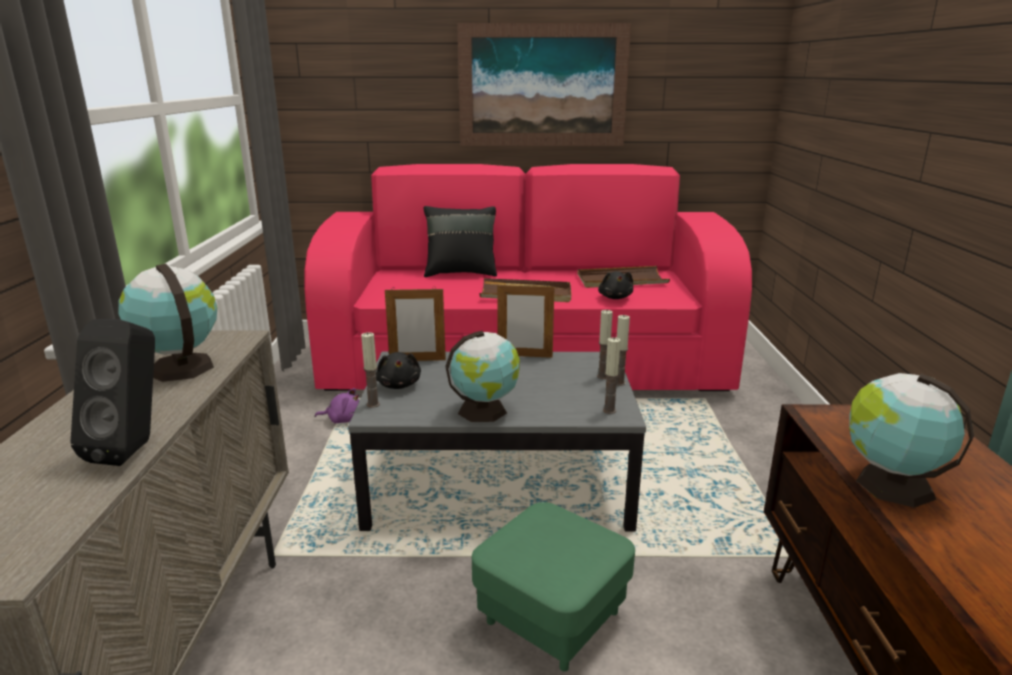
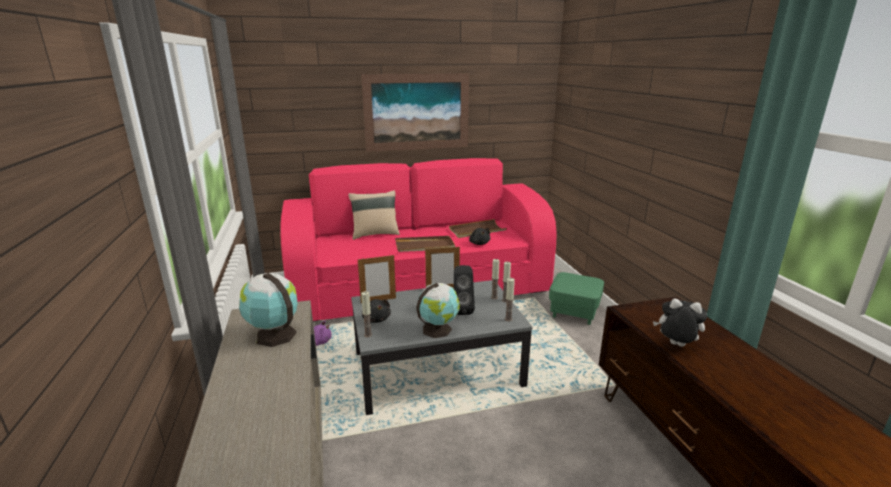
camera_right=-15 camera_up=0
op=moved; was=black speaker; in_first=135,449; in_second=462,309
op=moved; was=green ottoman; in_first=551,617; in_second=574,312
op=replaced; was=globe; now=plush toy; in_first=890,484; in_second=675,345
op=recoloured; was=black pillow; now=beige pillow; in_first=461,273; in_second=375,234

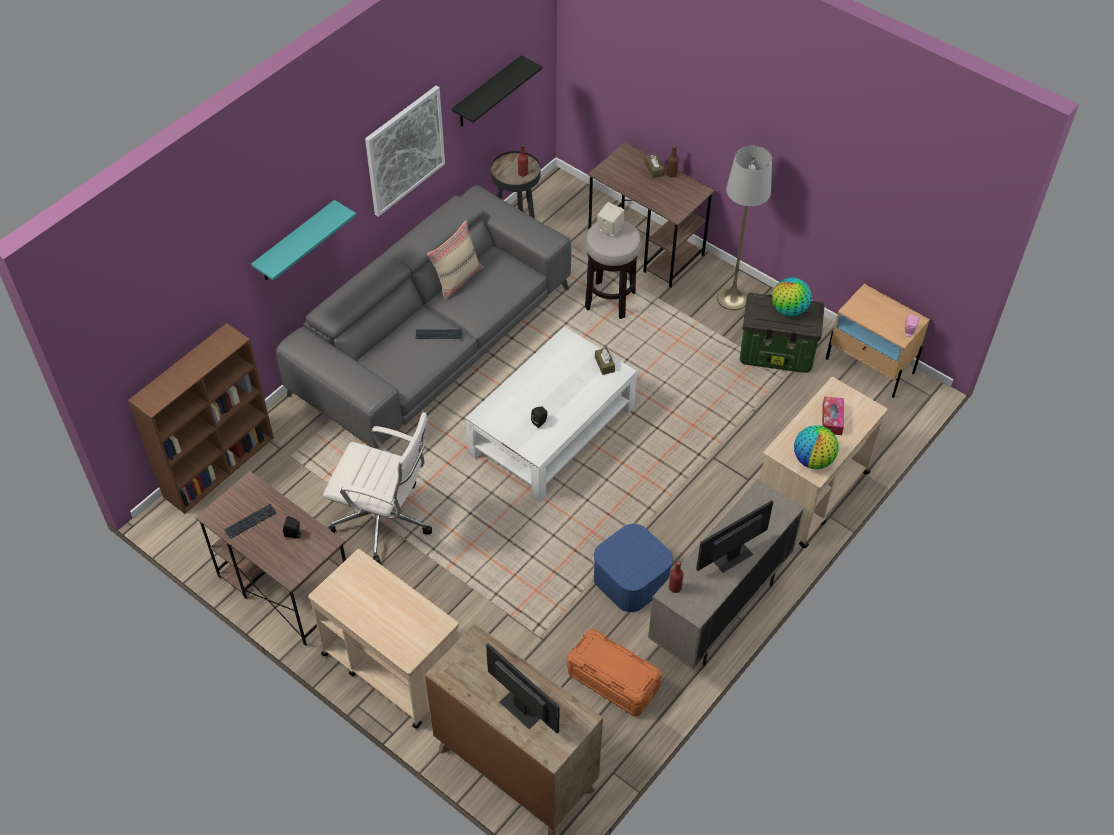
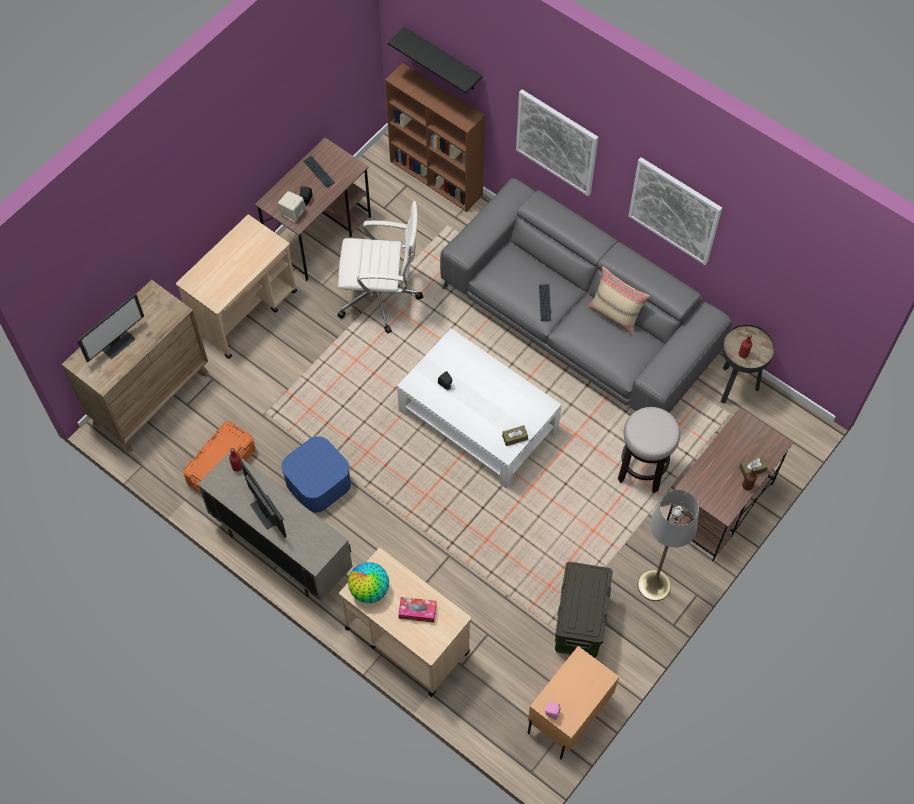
camera_right=90 camera_up=10
op=removed; was=globe; in_first=789,310
op=moved; was=black shelf; in_first=487,93; in_second=443,60
op=moved; was=beige speaker; in_first=609,229; in_second=293,213
op=replaced; was=turquoise shelf; now=picture; in_first=295,242; in_second=557,142
op=turned; was=white office chair; in_first=384,521; in_second=381,296; clockwise=-105

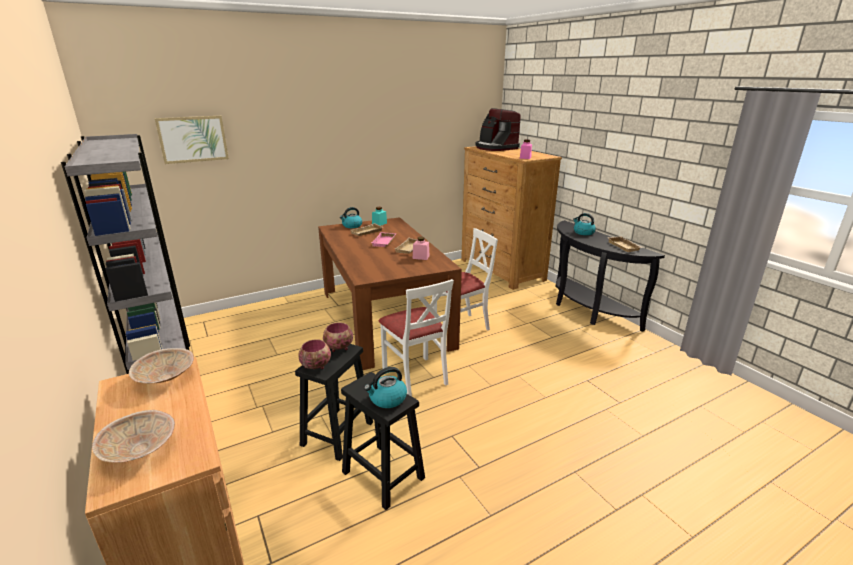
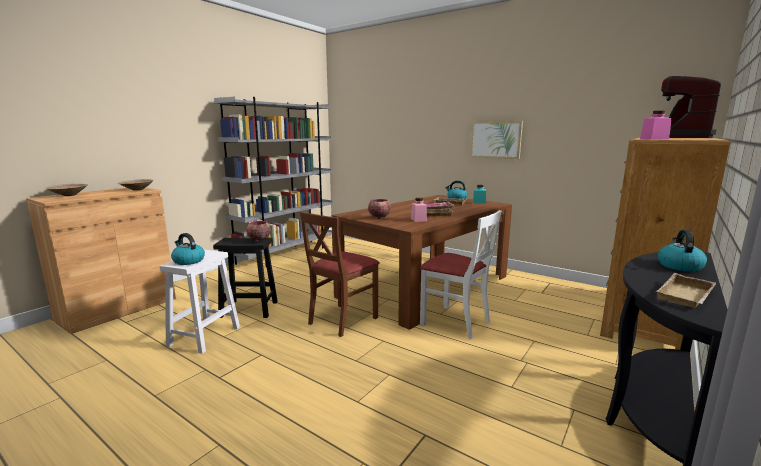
camera_right=65 camera_up=-10
op=moved; was=picture; in_first=193,139; in_second=495,139
op=moved; was=bowl; in_first=315,366; in_second=379,217
op=recoloured; was=black stool; now=white stool; in_first=382,474; in_second=205,335
op=recoloured; was=white chair; now=brown chair; in_first=416,376; in_second=342,320

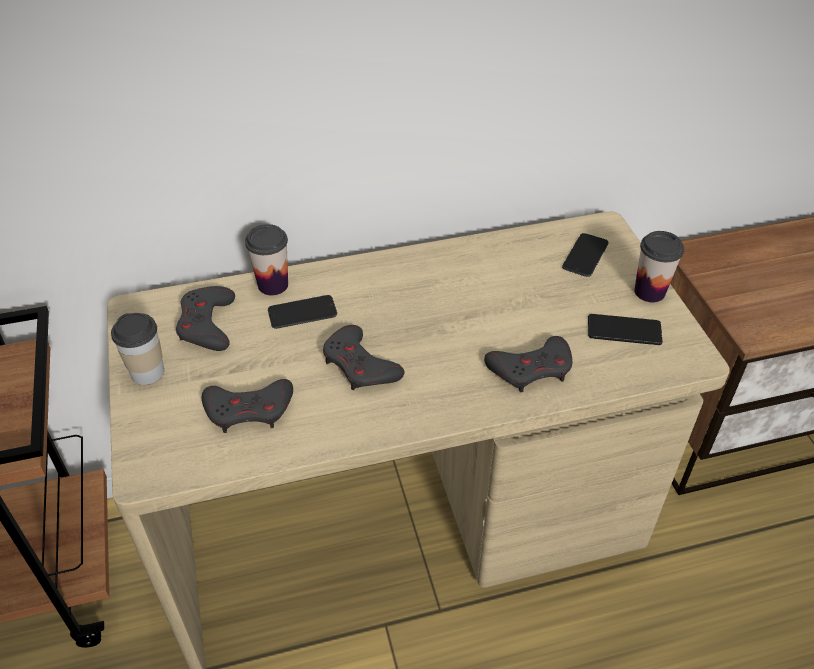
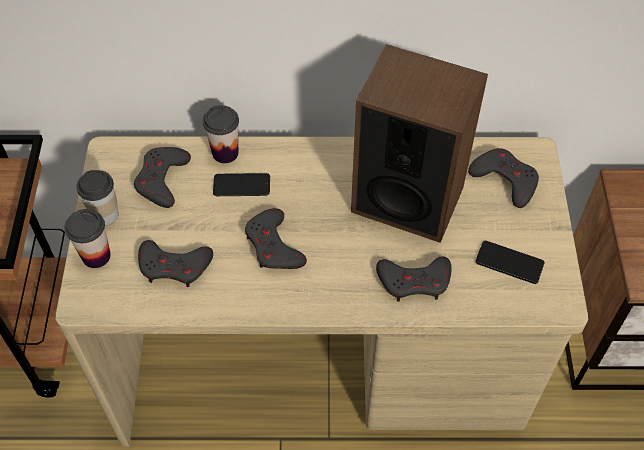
camera_right=15 camera_up=10
op=added; now=speaker; in_second=407,199
op=moved; was=cup; in_first=649,292; in_second=96,256
op=replaced; was=phone; now=grey game controller; in_first=585,255; in_second=505,180

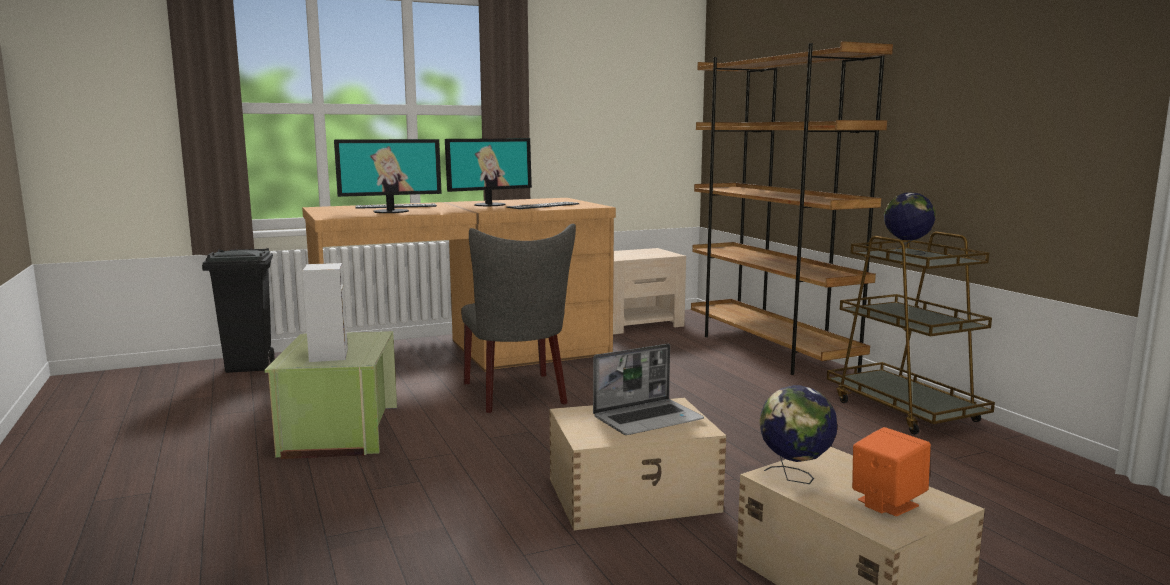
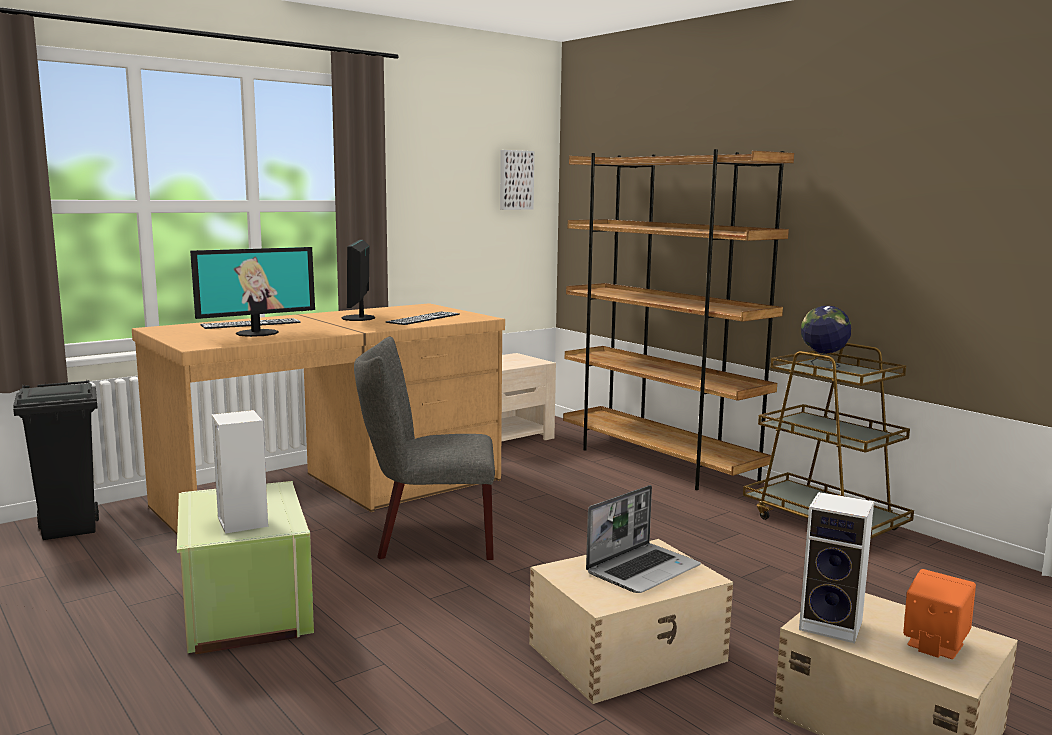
camera_right=-15 camera_up=0
op=added; now=picture; in_second=515,180
op=replaced; was=globe; now=speaker; in_first=795,477; in_second=833,626
op=turned; was=monitor; in_first=489,204; in_second=359,318; clockwise=135
op=turned; was=grey chair; in_first=518,395; in_second=428,540; clockwise=120

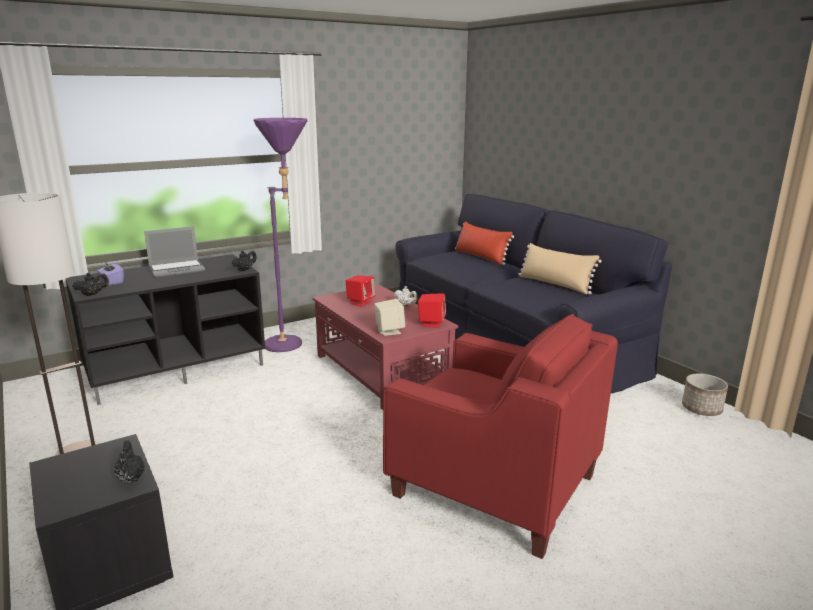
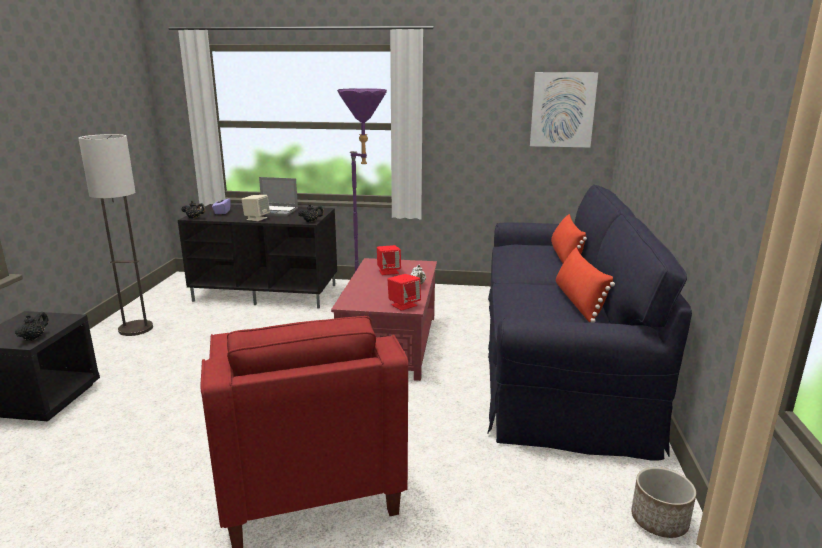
camera_right=40 camera_up=0
op=added; now=picture; in_second=562,110
op=moved; was=beige speaker; in_first=389,331; in_second=256,218
op=recoloured; was=beige pillow; now=red pillow; in_first=555,284; in_second=578,302

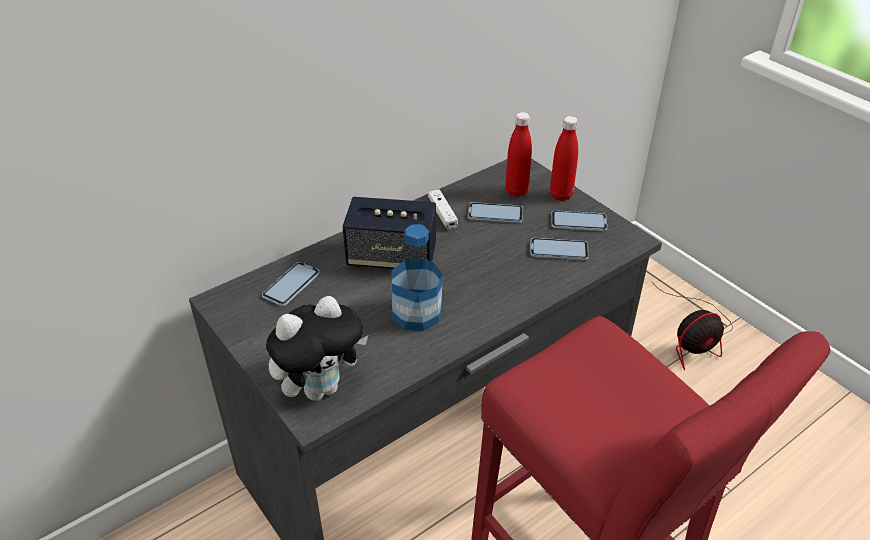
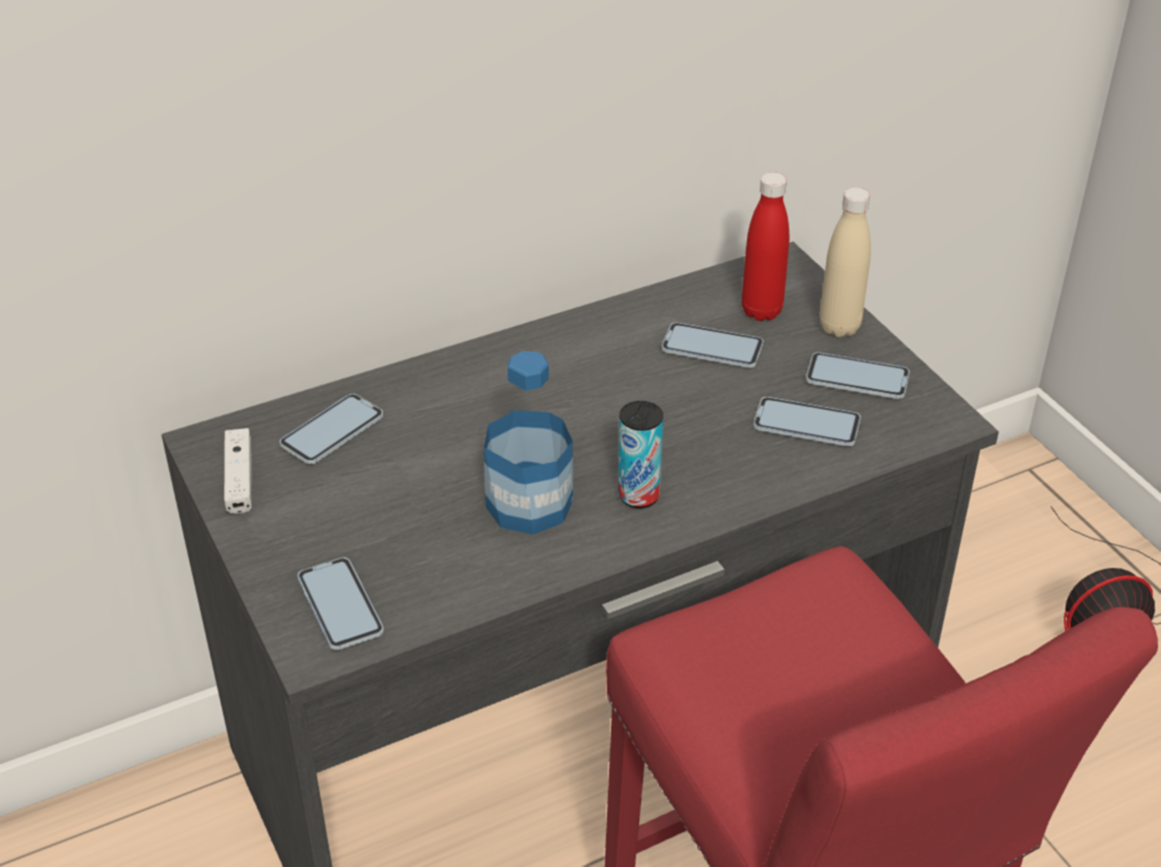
camera_right=10 camera_up=0
op=removed; was=speaker; in_first=392,257
op=added; now=can; in_second=638,496
op=moved; was=white game controller; in_first=442,214; in_second=239,479
op=replaced; was=plush toy; now=phone; in_first=321,387; in_second=340,605
op=recoloured; was=red bottle; now=beige bottle; in_first=561,195; in_second=839,327

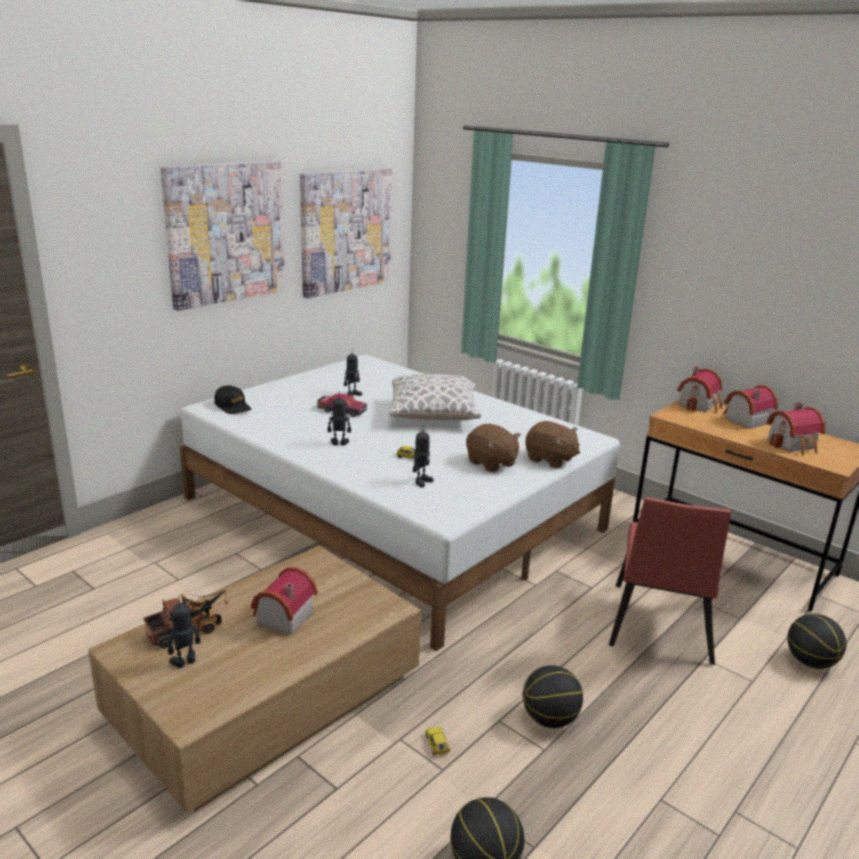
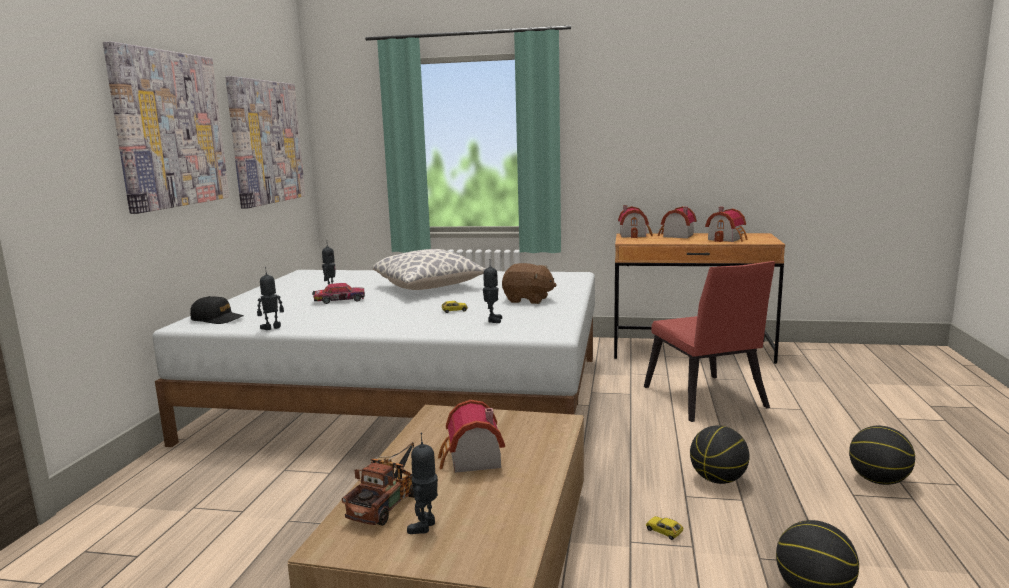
camera_right=-30 camera_up=-10
op=removed; was=brown plush toy; in_first=550,459
op=moved; was=toy robot; in_first=339,444; in_second=272,328
op=moved; was=basketball; in_first=810,662; in_second=878,481

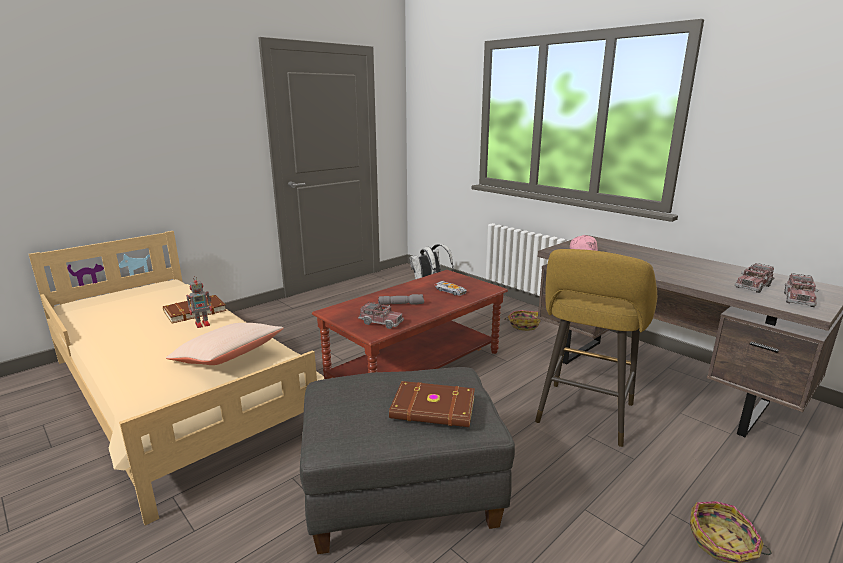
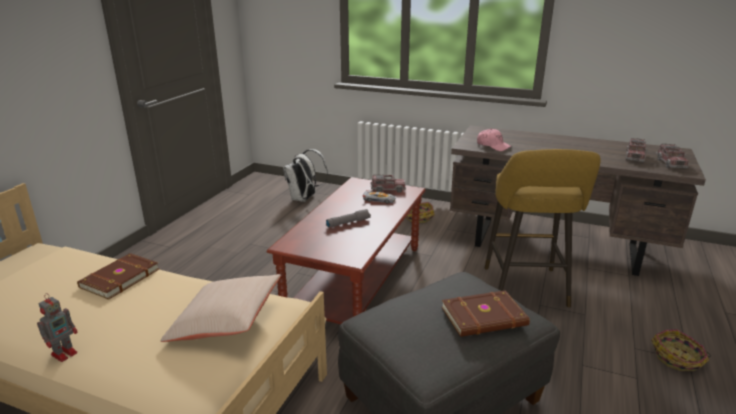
camera_right=-25 camera_up=5
op=moved; was=toy robot; in_first=203,324; in_second=65,353
op=moved; was=toy truck; in_first=381,322; in_second=387,189

